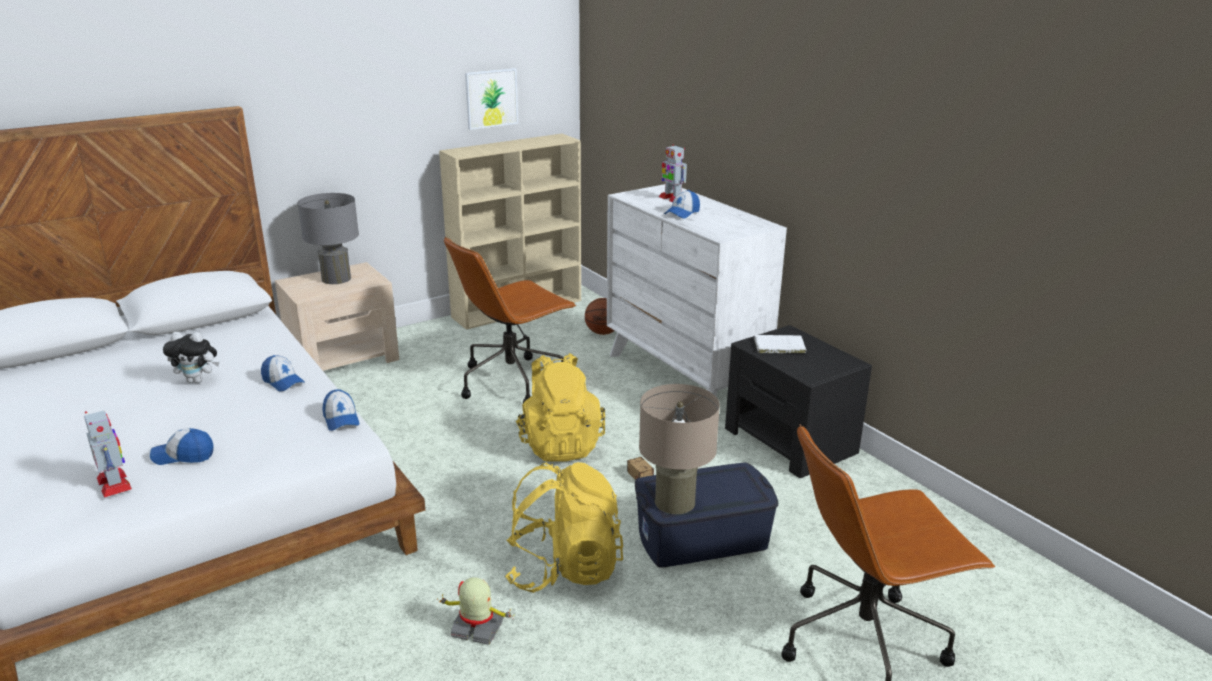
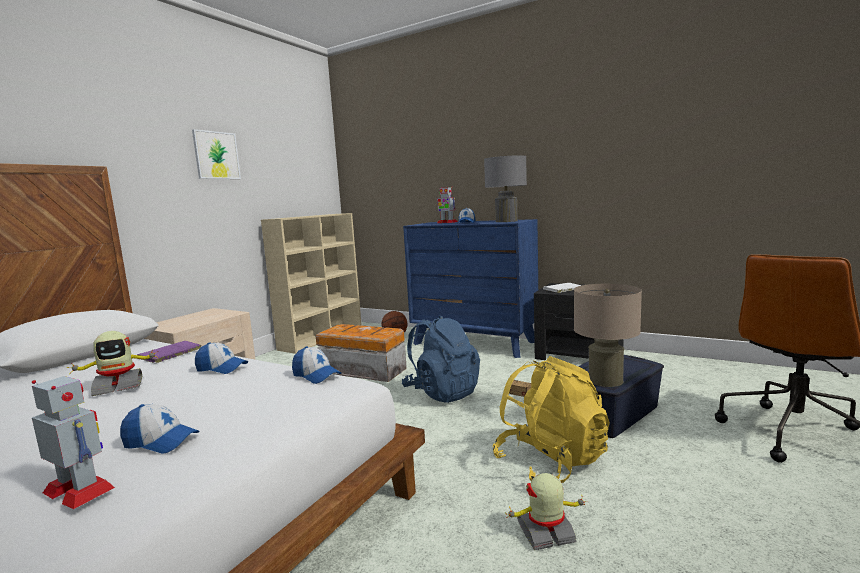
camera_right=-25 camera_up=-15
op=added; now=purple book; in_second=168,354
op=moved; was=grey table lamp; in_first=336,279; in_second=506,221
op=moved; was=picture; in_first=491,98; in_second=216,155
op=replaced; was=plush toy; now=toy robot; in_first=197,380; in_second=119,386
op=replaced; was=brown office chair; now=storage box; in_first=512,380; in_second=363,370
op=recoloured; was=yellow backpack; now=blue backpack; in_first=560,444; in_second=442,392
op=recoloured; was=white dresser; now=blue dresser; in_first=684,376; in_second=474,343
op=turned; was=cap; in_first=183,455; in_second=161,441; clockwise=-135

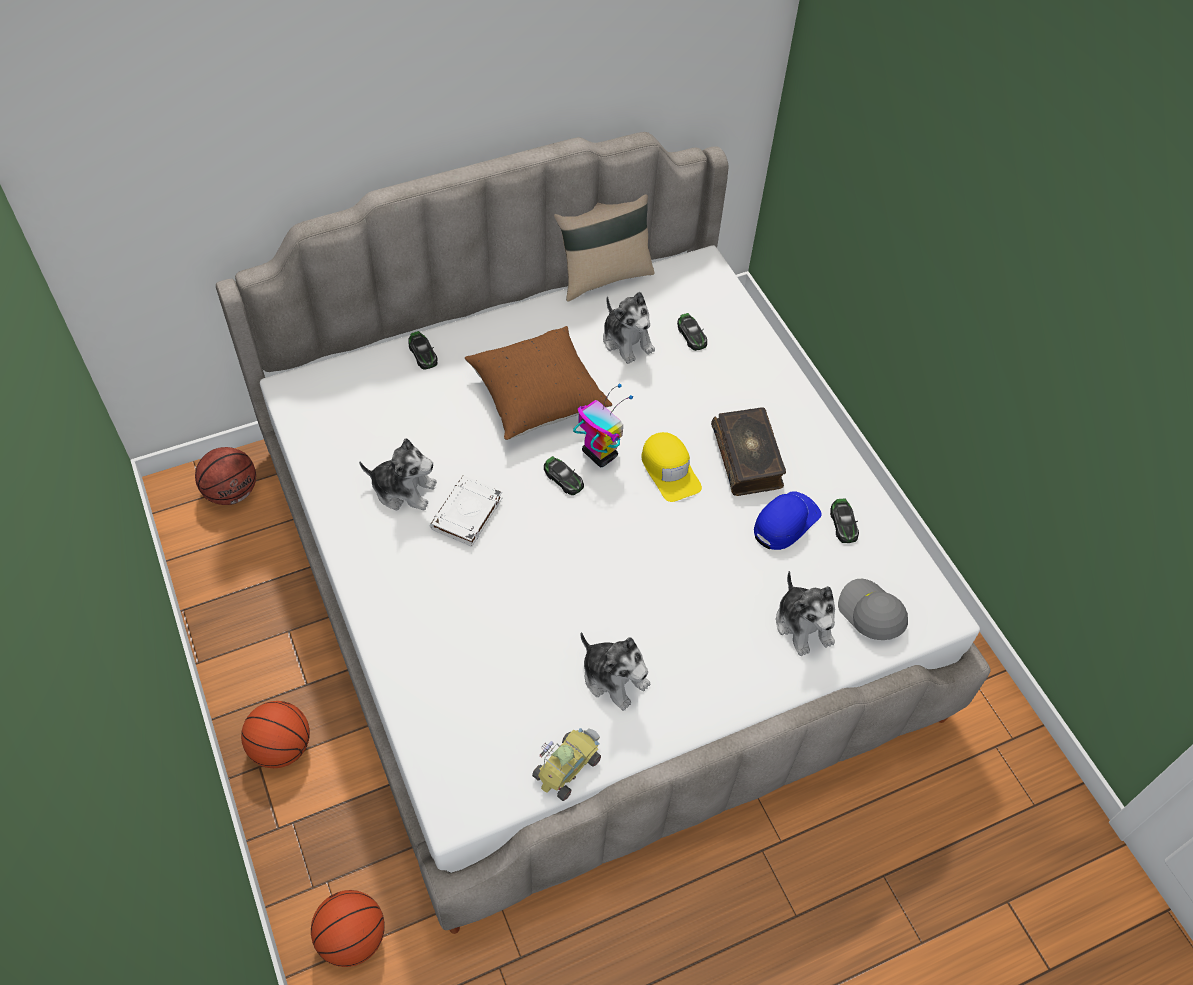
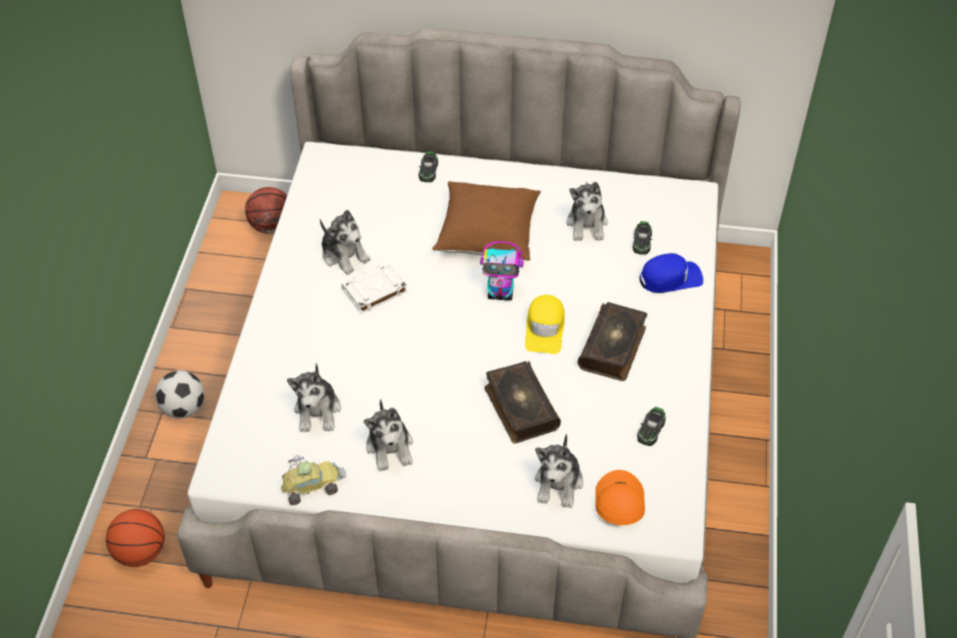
camera_right=35 camera_up=-5
op=removed; was=toy car; in_first=563,478
op=removed; was=beige pillow; in_first=603,276
op=added; now=plush toy; in_second=318,410
op=added; now=book; in_second=520,408
op=moved; was=blue cap; in_first=785,522; in_second=670,278
op=replaced; was=basketball; now=football; in_first=281,747; in_second=183,408
op=recoloured; was=grey cap; now=orange cap; in_first=870,614; in_second=618,502
op=turned; was=toy robot; in_first=599,454; in_second=501,293; clockwise=105

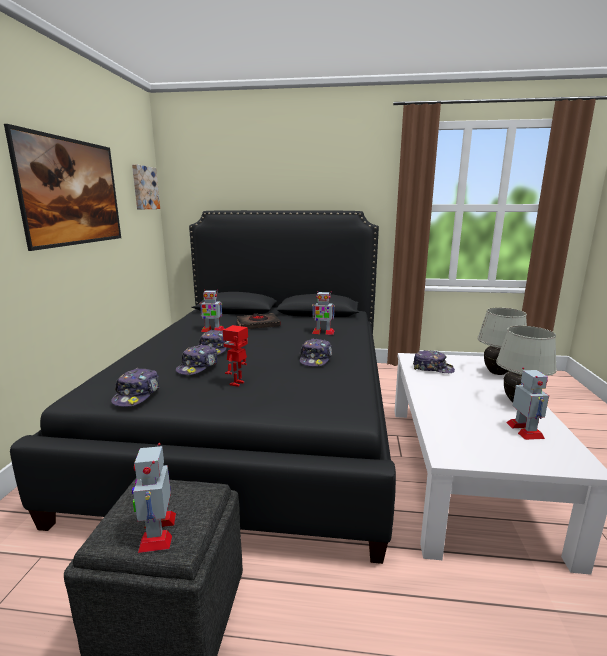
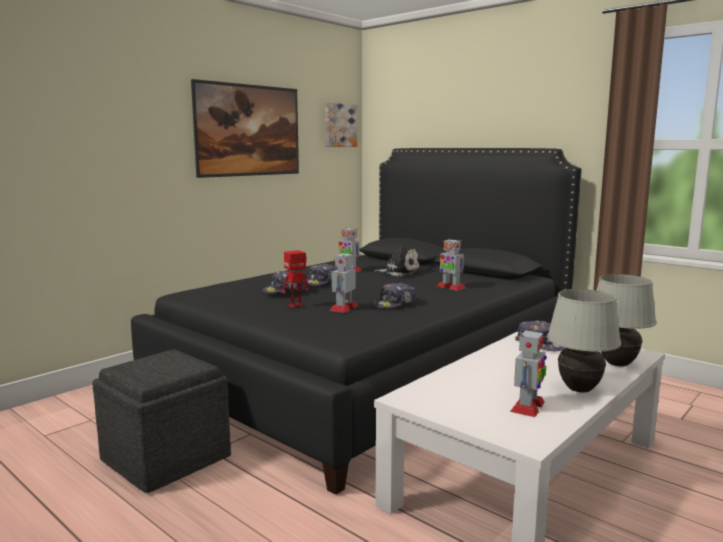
camera_right=35 camera_up=-5
op=removed; was=cap; in_first=137,395
op=moved; was=toy robot; in_first=157,531; in_second=344,308
op=replaced; was=black book; now=plush toy; in_first=258,325; in_second=399,272

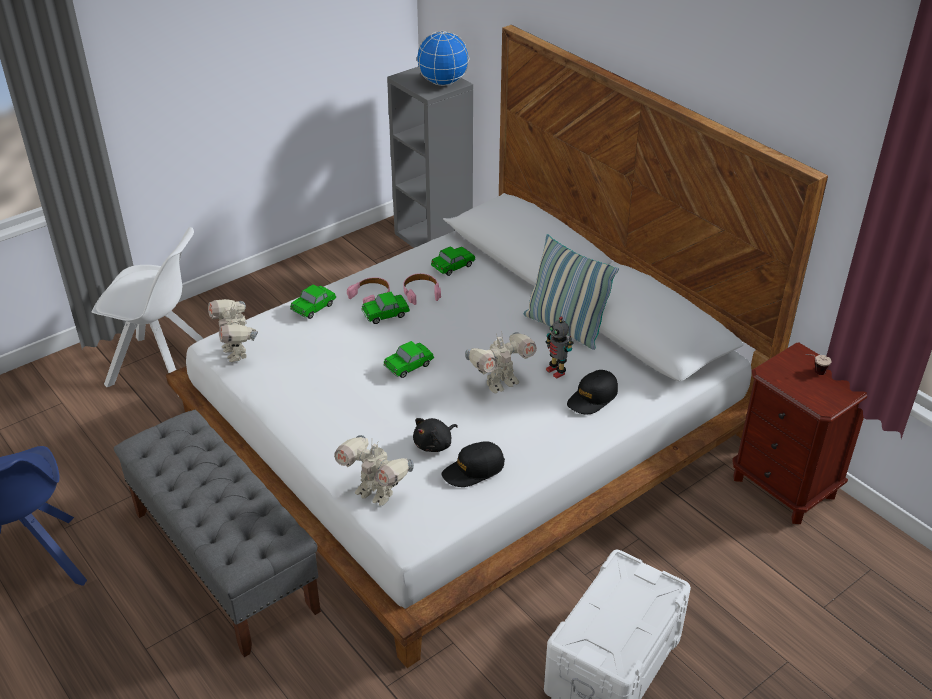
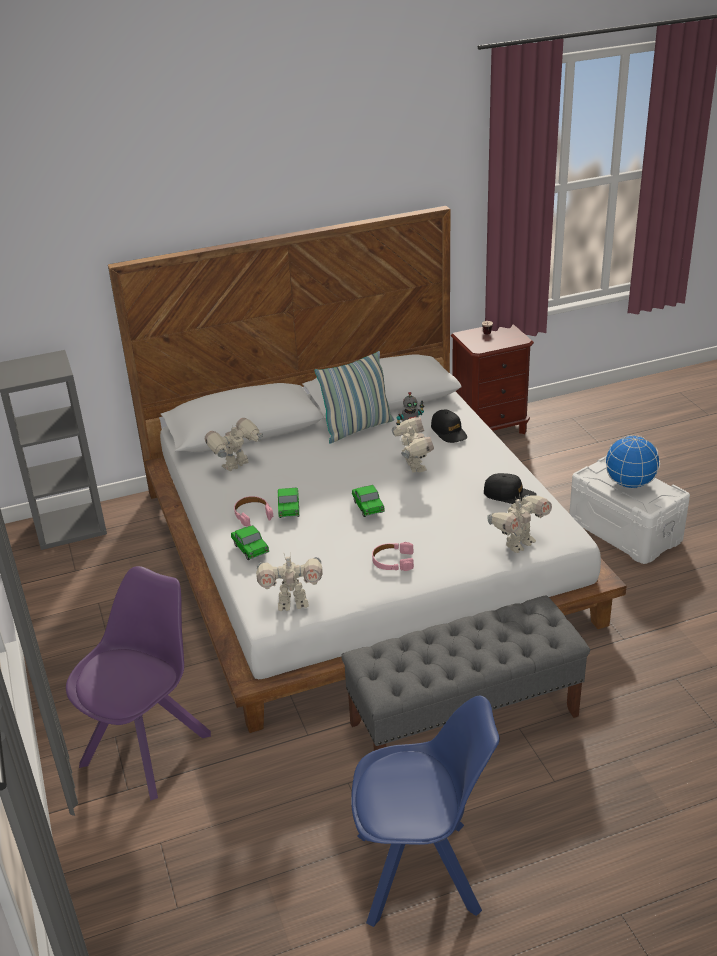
camera_right=-70 camera_up=-5
op=removed; was=black plush toy; in_first=435,444
op=moved; was=pink headphones; in_first=421,292; in_second=393,561
op=moved; was=globe; in_first=443,82; in_second=629,484
op=replaced; was=toy car; now=toy robot; in_first=453,267; in_second=237,466
op=recoloured; was=white chair; now=purple chair; in_first=163,366; in_second=149,747
op=turned; was=black cap; in_first=473,470; in_second=509,495; clockwise=-60

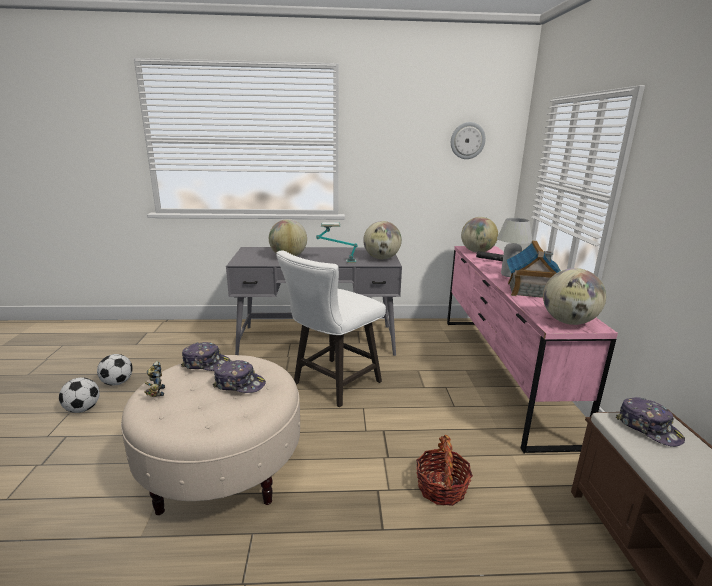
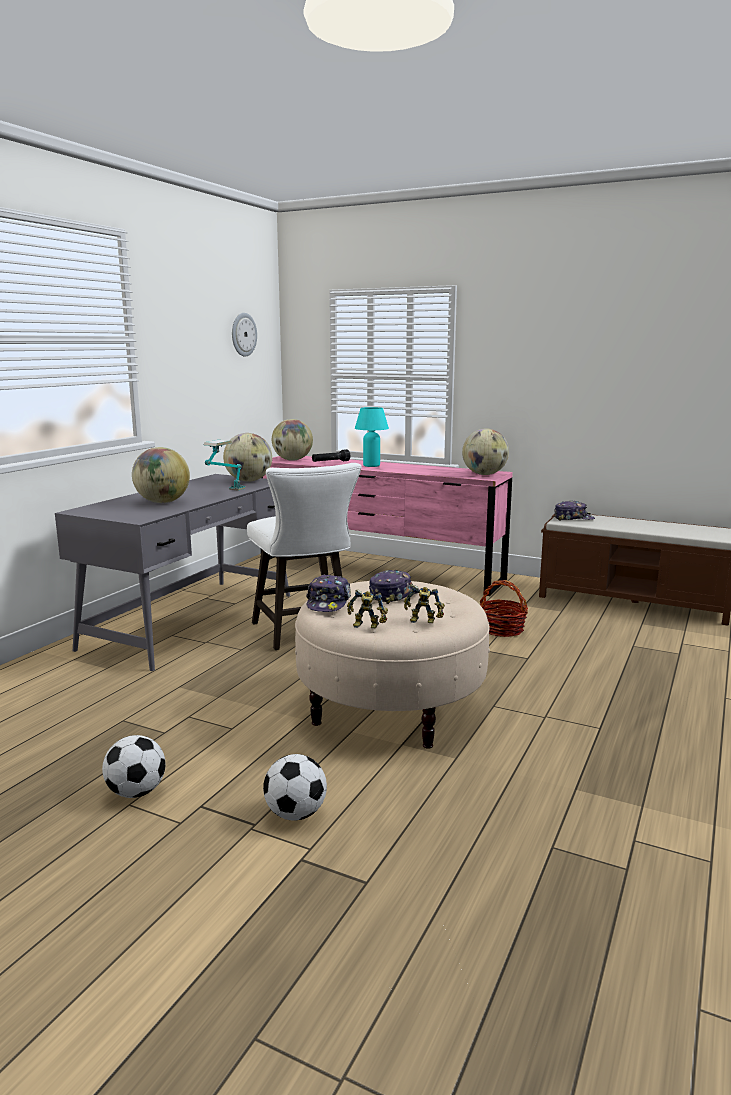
camera_right=-60 camera_up=-5
op=removed; was=toy house; in_first=530,291
op=added; now=toy robot; in_second=423,621
op=moved; was=football; in_first=117,383; in_second=295,814
op=recoloured; was=white table lamp; now=turquoise table lamp; in_first=509,275; in_second=371,465
op=turned; was=cap; in_first=206,364; in_second=328,603; clockwise=150

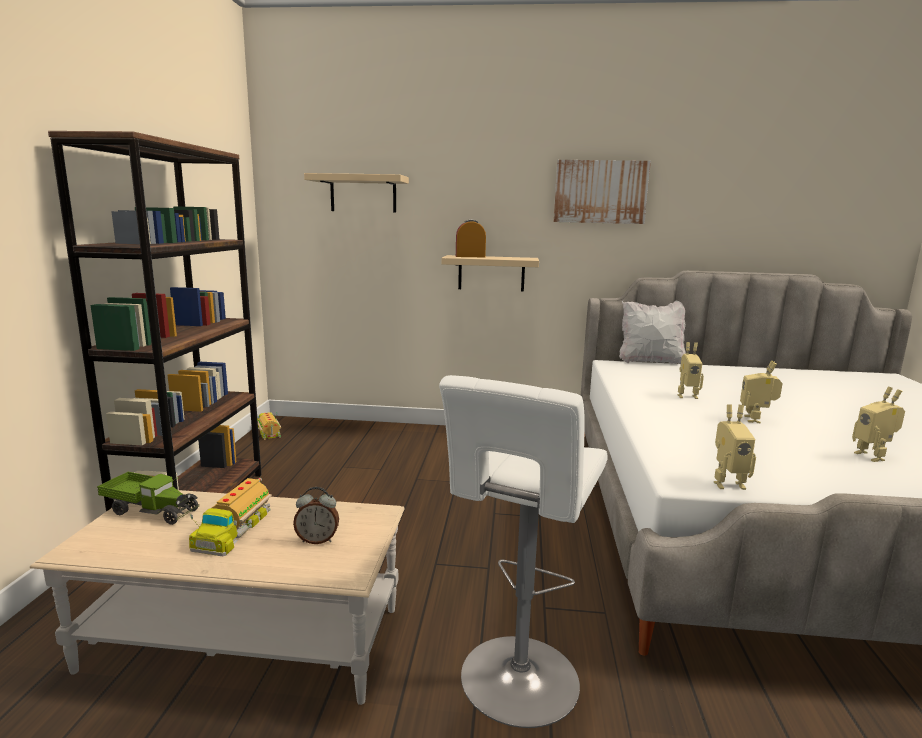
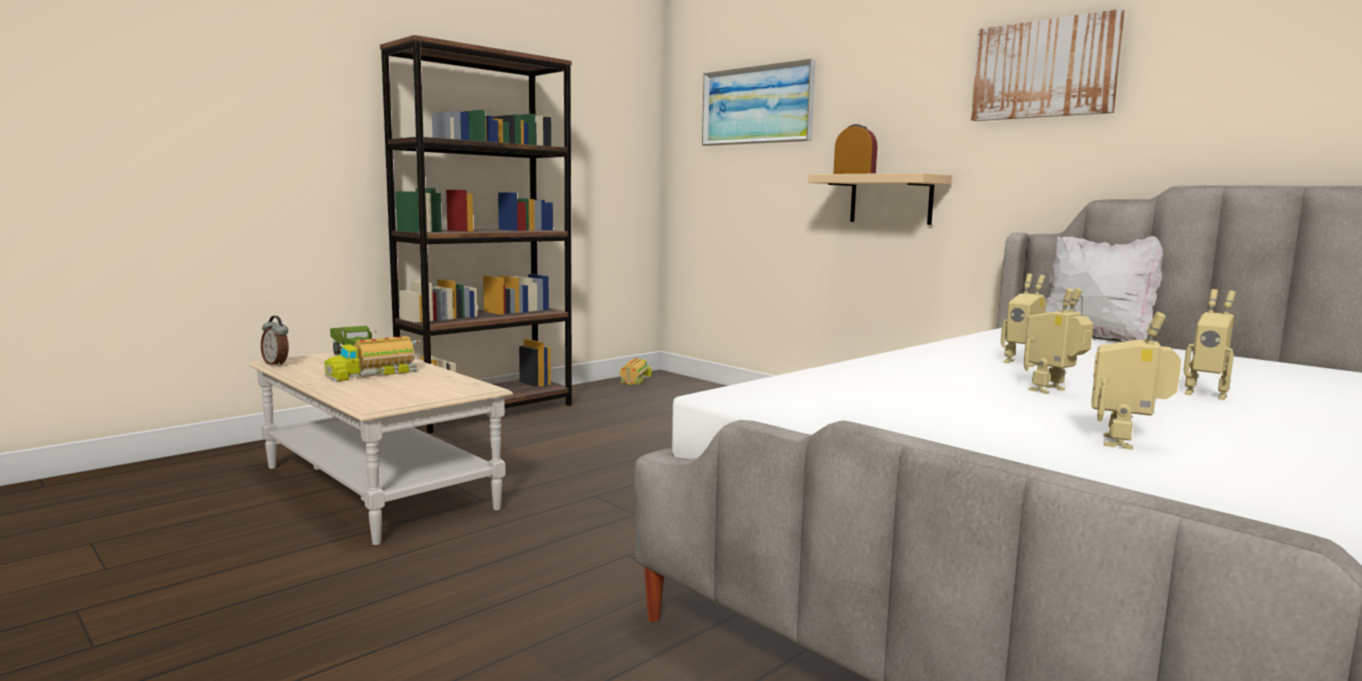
camera_right=40 camera_up=-5
op=removed; was=white stool; in_first=517,685
op=moved; was=alarm clock; in_first=317,540; in_second=277,364
op=moved; was=toy robot; in_first=727,483; in_second=1206,394
op=replaced; was=beige shelf; now=picture; in_first=363,194; in_second=757,105

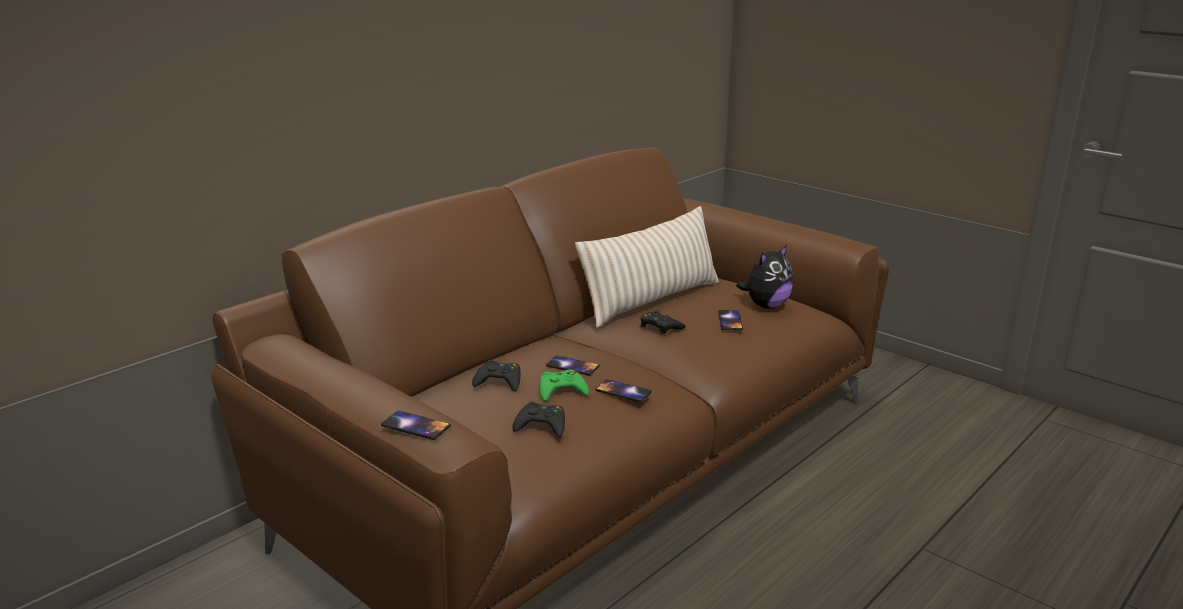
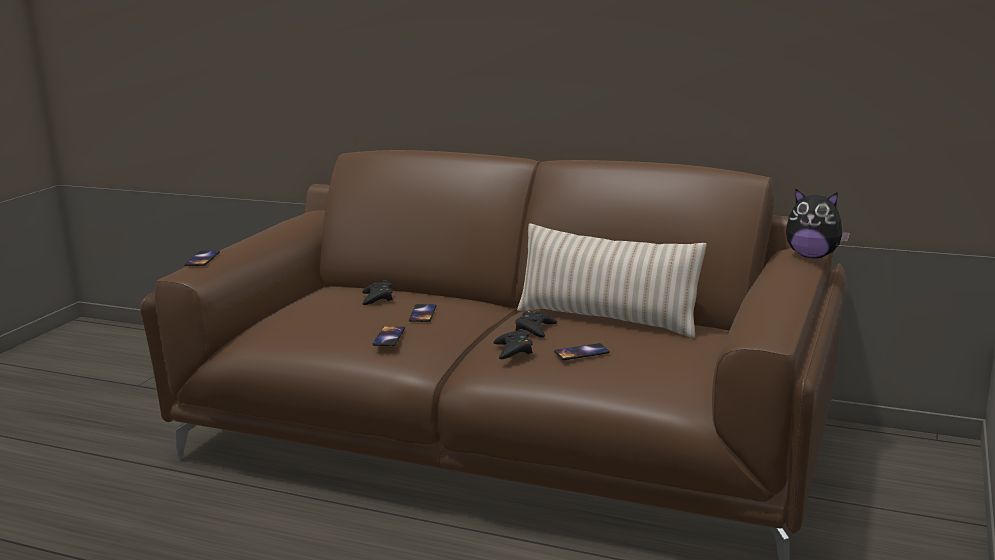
camera_right=70 camera_up=-5
op=removed; was=green game controller; in_first=561,390
op=moved; was=black game controller; in_first=541,425; in_second=513,350
op=moved; was=plush toy; in_first=766,305; in_second=813,256

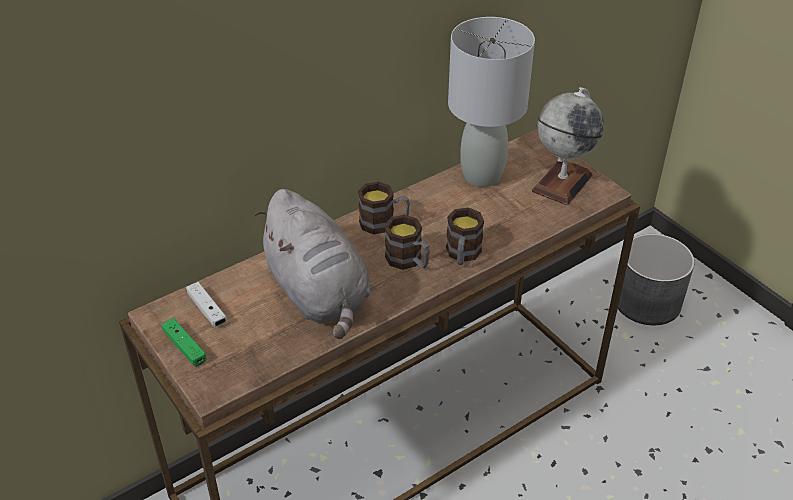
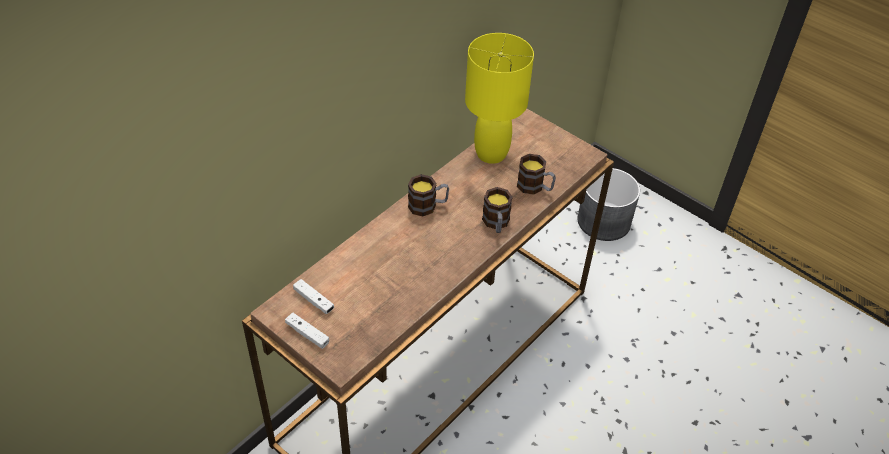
camera_right=-15 camera_up=5
op=removed; was=grey plush toy; in_first=319,293
op=removed; was=globe; in_first=562,182
op=moved; was=mug; in_first=408,261; in_second=535,187
op=recoloured; was=green game controller; now=white game controller; in_first=185,347; in_second=307,334
op=recoloured; was=grey table lamp; now=yellow table lamp; in_first=483,175; in_second=492,153

